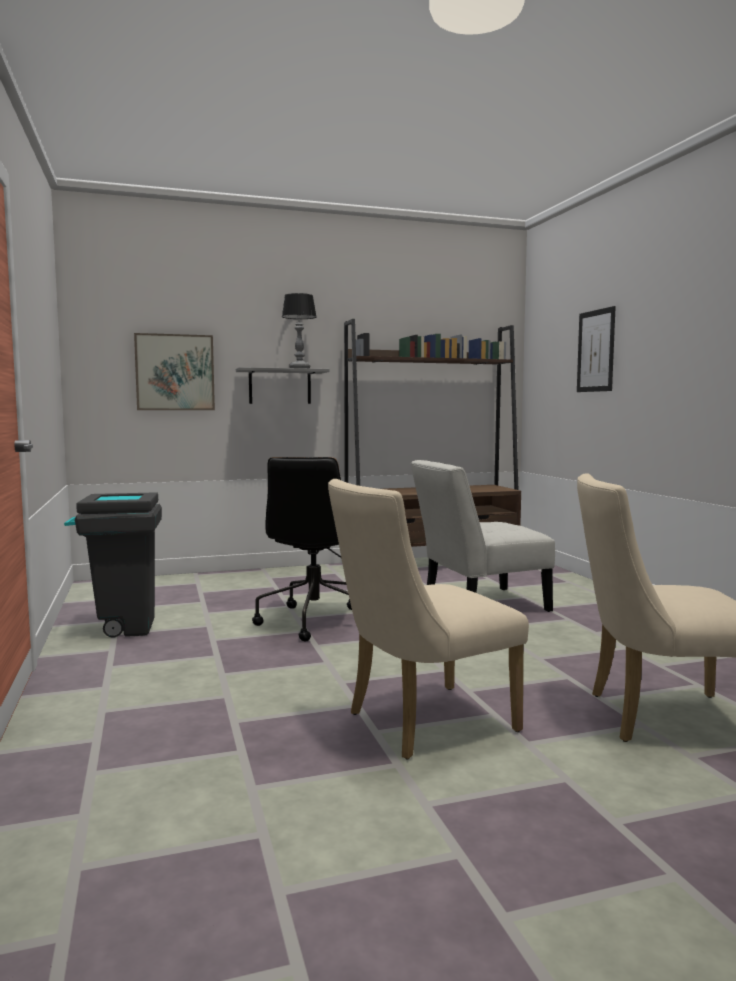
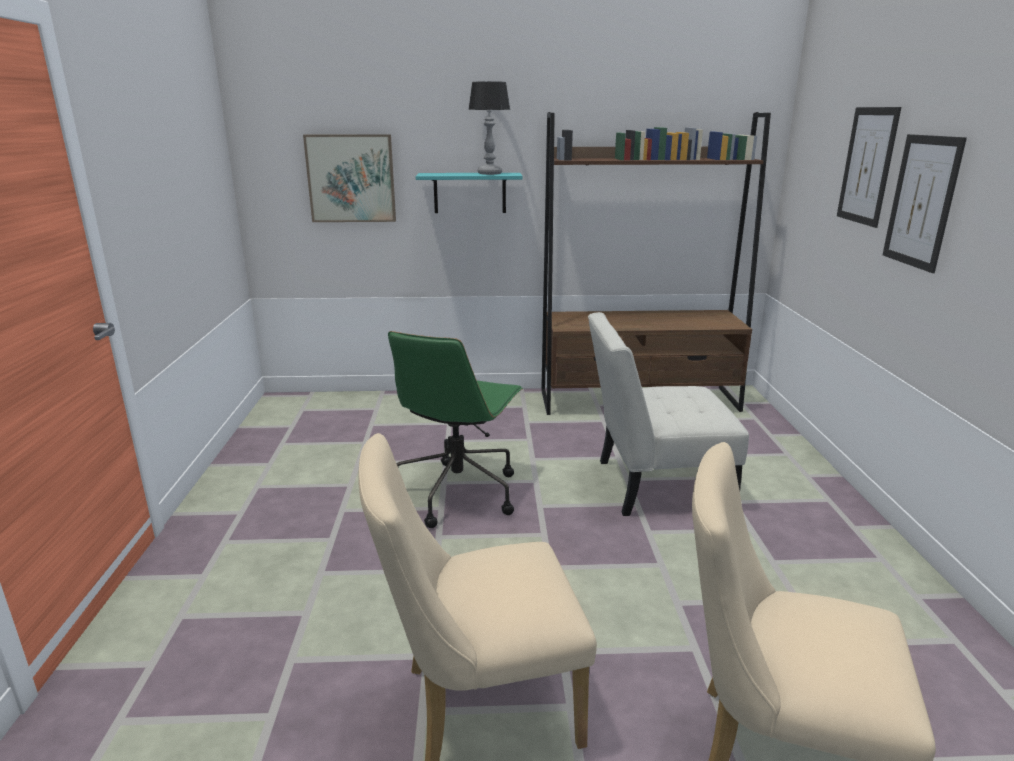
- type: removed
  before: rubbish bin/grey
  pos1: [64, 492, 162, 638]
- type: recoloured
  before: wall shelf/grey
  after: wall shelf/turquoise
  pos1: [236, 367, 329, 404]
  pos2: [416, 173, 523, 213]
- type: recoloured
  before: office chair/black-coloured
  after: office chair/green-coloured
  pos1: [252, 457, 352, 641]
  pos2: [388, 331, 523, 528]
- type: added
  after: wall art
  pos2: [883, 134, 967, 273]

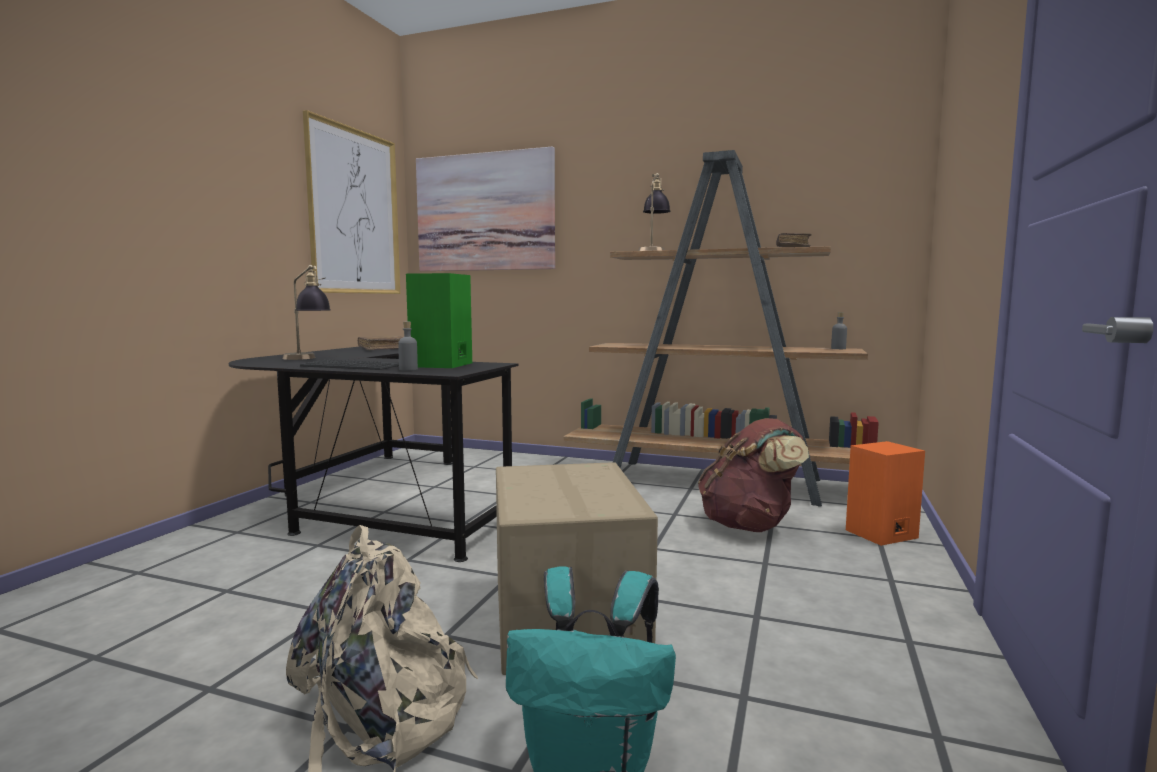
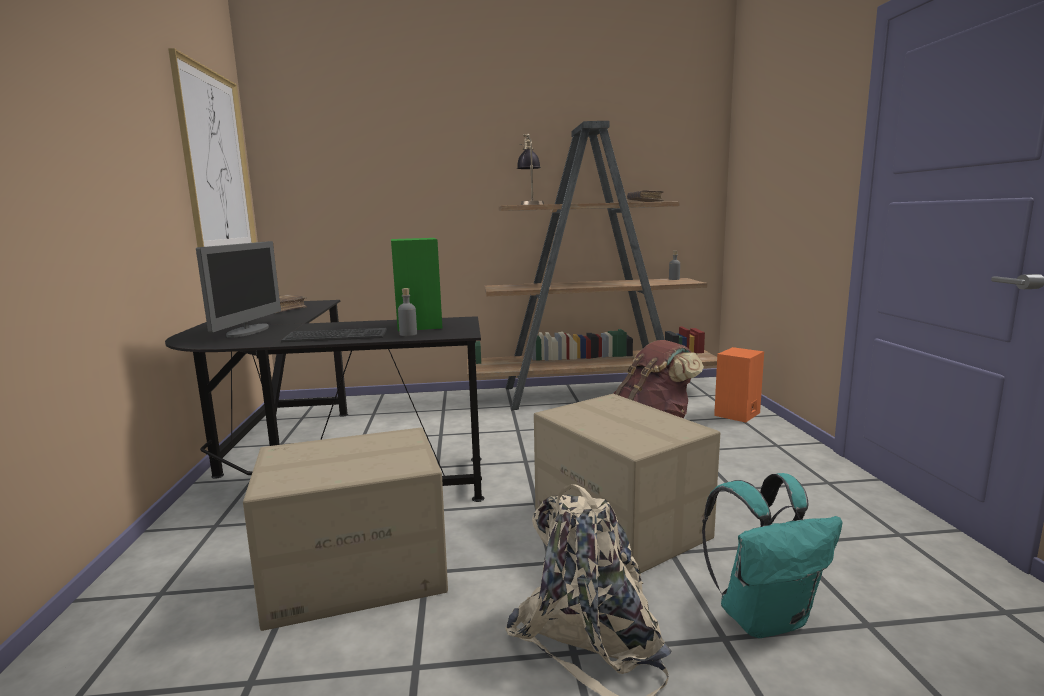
- type: replaced
  before: tabletop lamp
  after: computer screen
  pos1: [282, 265, 331, 360]
  pos2: [196, 241, 281, 338]
- type: removed
  before: wall art
  pos1: [416, 147, 555, 271]
- type: added
  after: carton
  pos2: [243, 428, 448, 631]

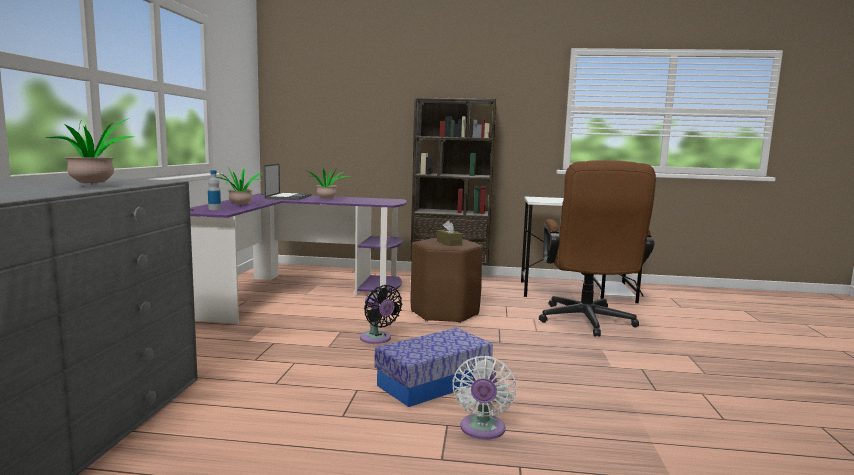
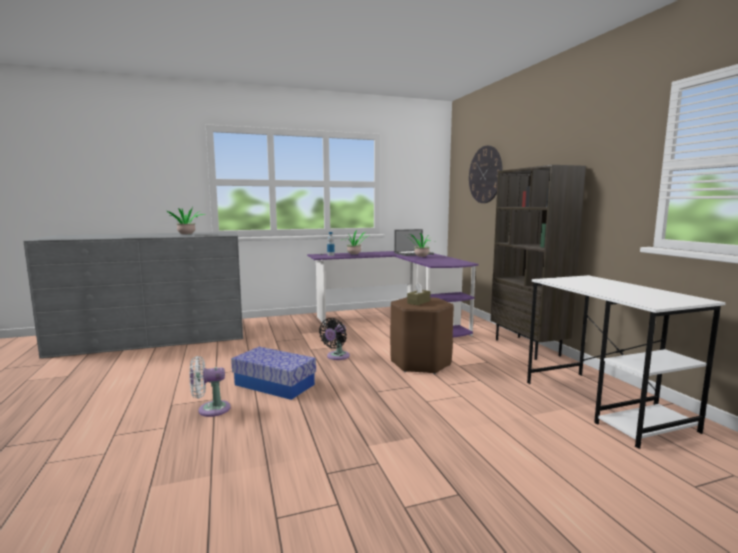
- type: removed
  before: office chair/brownish
  pos1: [539, 160, 656, 337]
- type: added
  after: clock on the wall
  pos2: [469, 146, 503, 203]

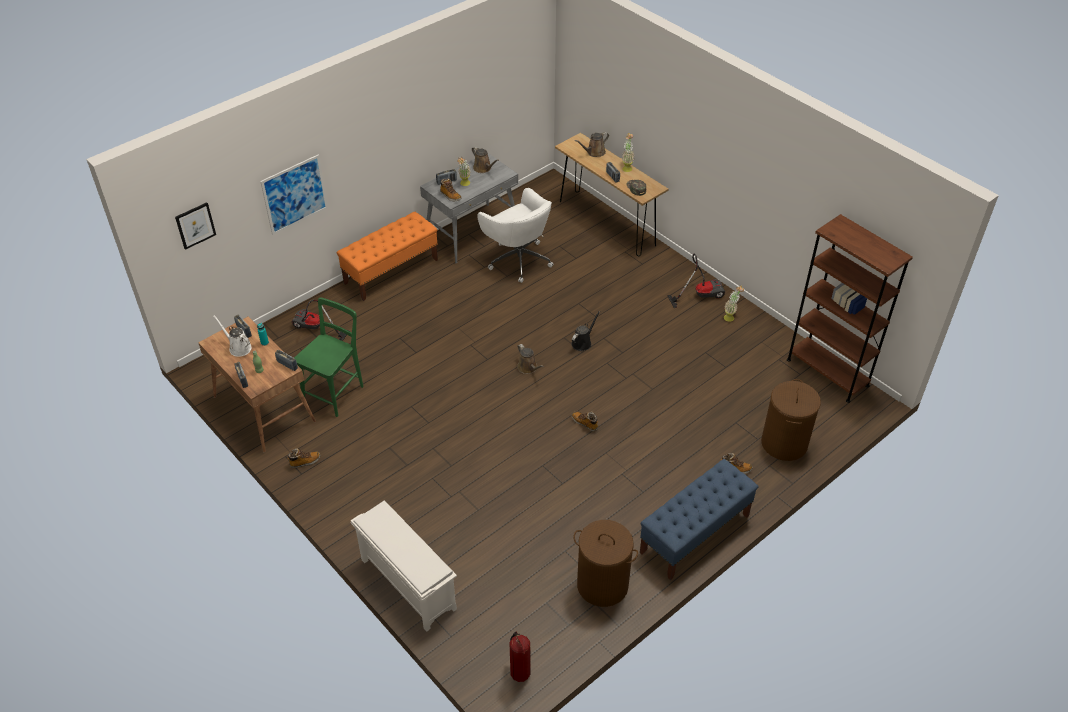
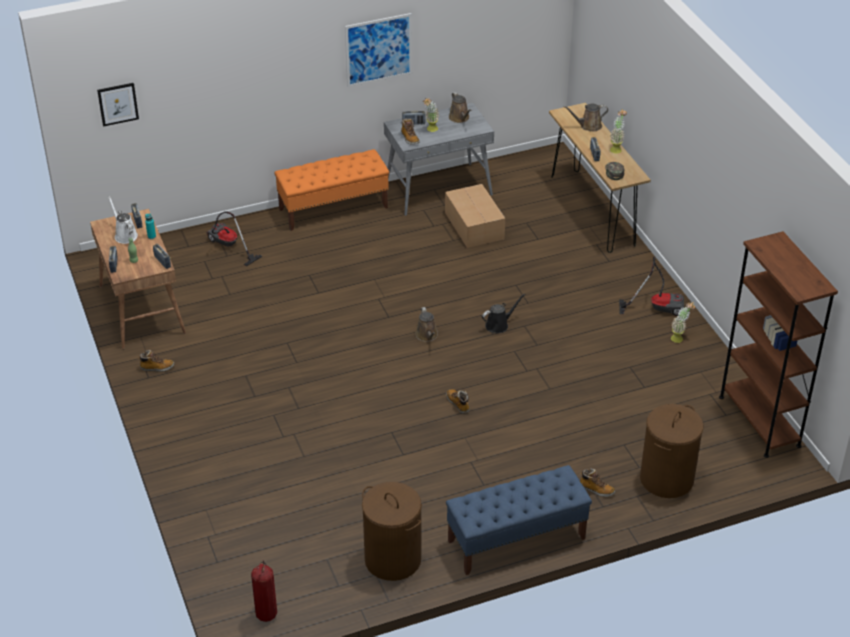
- type: moved
  before: wall art
  pos1: [260, 154, 328, 235]
  pos2: [345, 13, 412, 87]
- type: removed
  before: upright chair/green-coloured
  pos1: [294, 298, 363, 417]
- type: removed
  before: shoe shelf/white
  pos1: [351, 500, 457, 632]
- type: replaced
  before: office chair/white
  after: carton
  pos1: [477, 188, 554, 283]
  pos2: [445, 184, 505, 248]

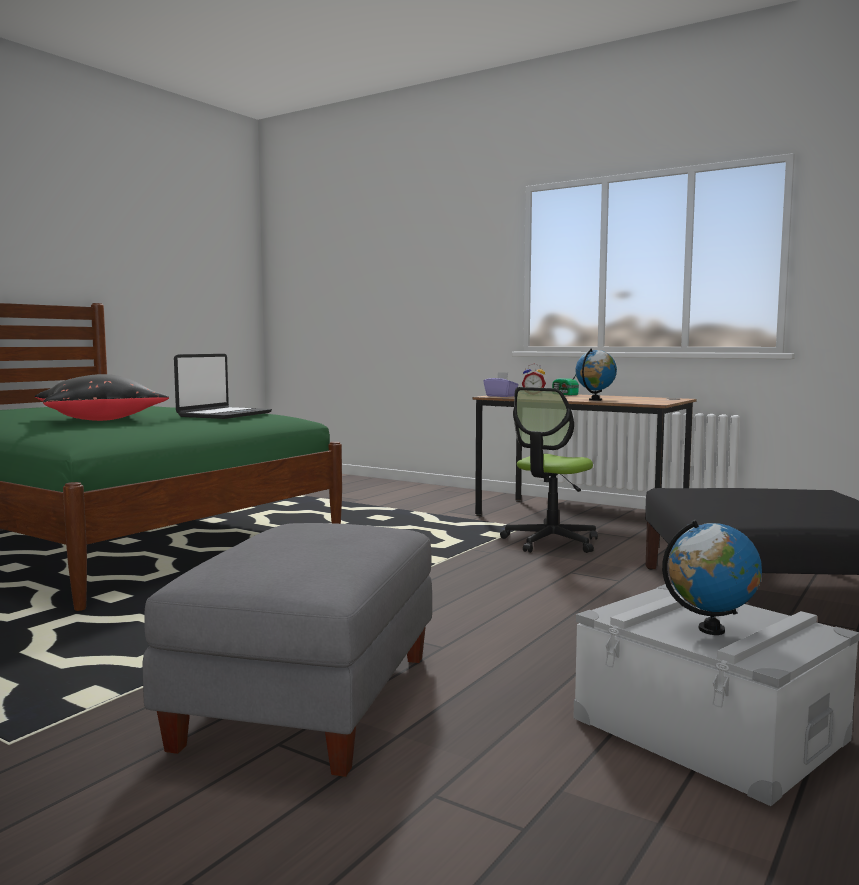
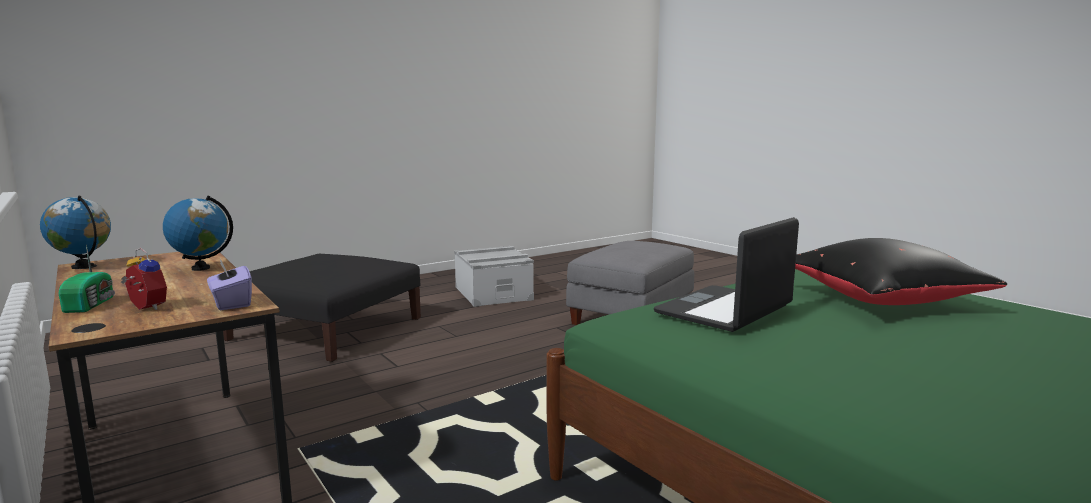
- type: removed
  before: office chair
  pos1: [500, 387, 598, 553]
- type: moved
  before: world globe
  pos1: [662, 520, 762, 635]
  pos2: [40, 196, 111, 269]

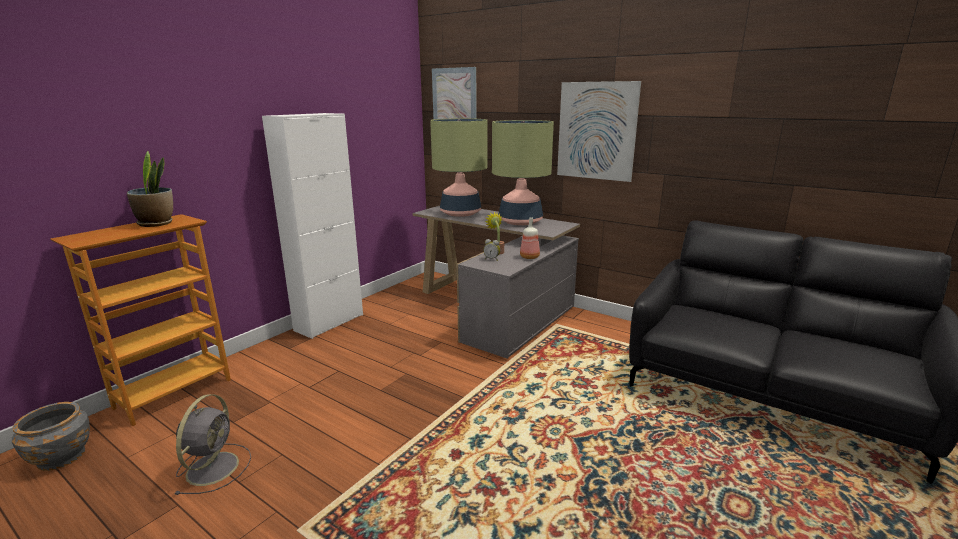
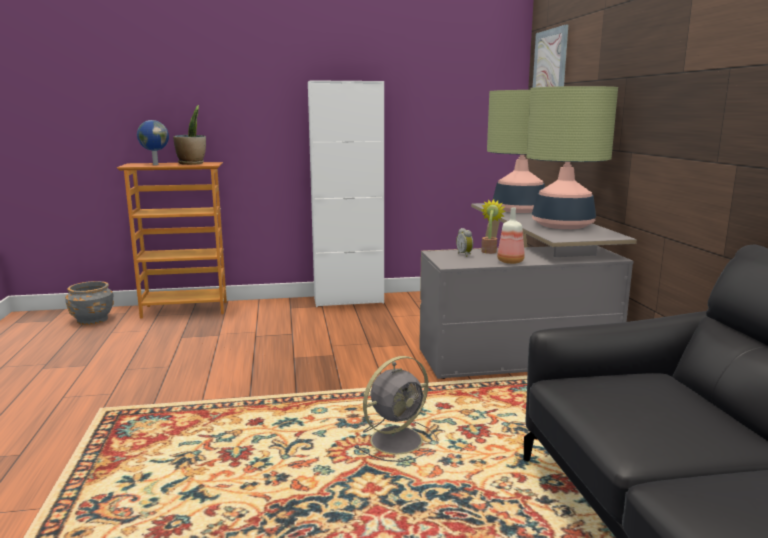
- type: moved
  before: fan/grey
  pos1: [174, 394, 251, 495]
  pos2: [355, 356, 437, 462]
- type: removed
  before: wall art
  pos1: [557, 81, 641, 182]
- type: added
  after: world globe
  pos2: [137, 120, 169, 165]

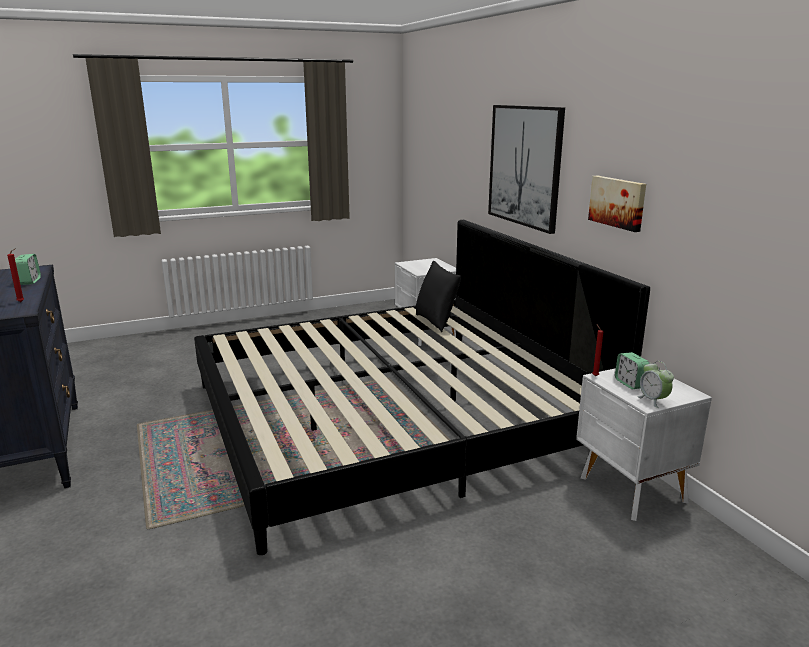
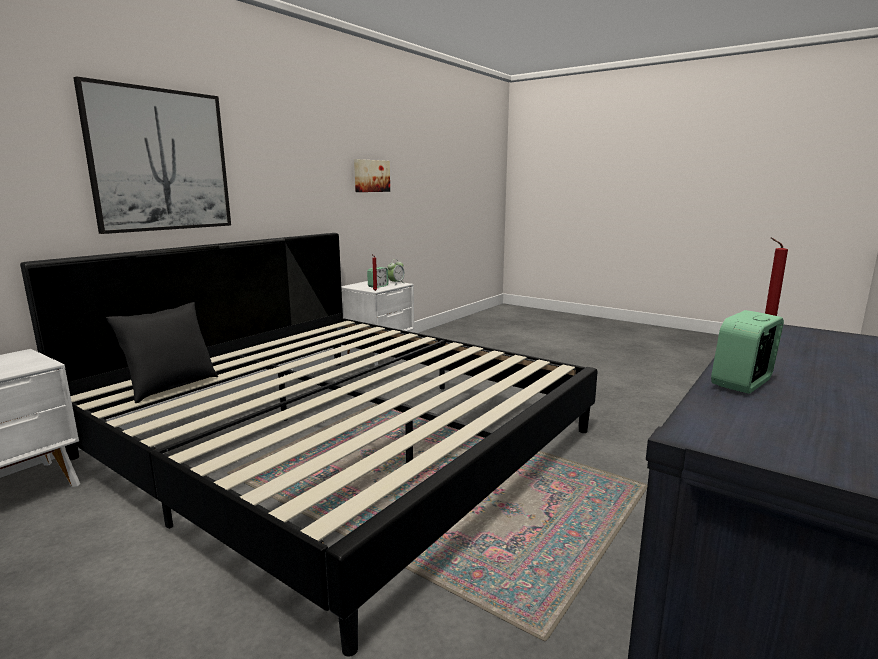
- type: moved
  before: wall art
  pos1: [588, 176, 646, 232]
  pos2: [354, 159, 390, 192]

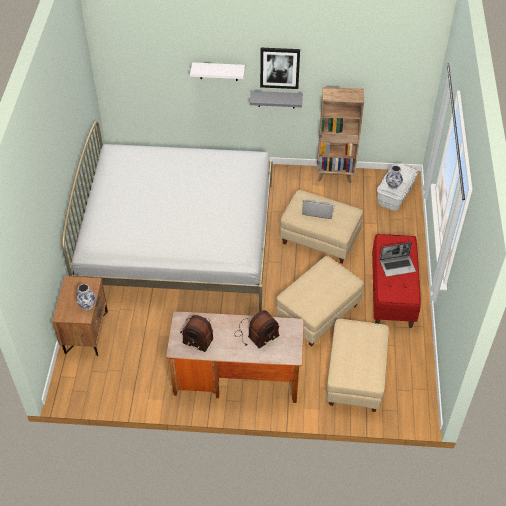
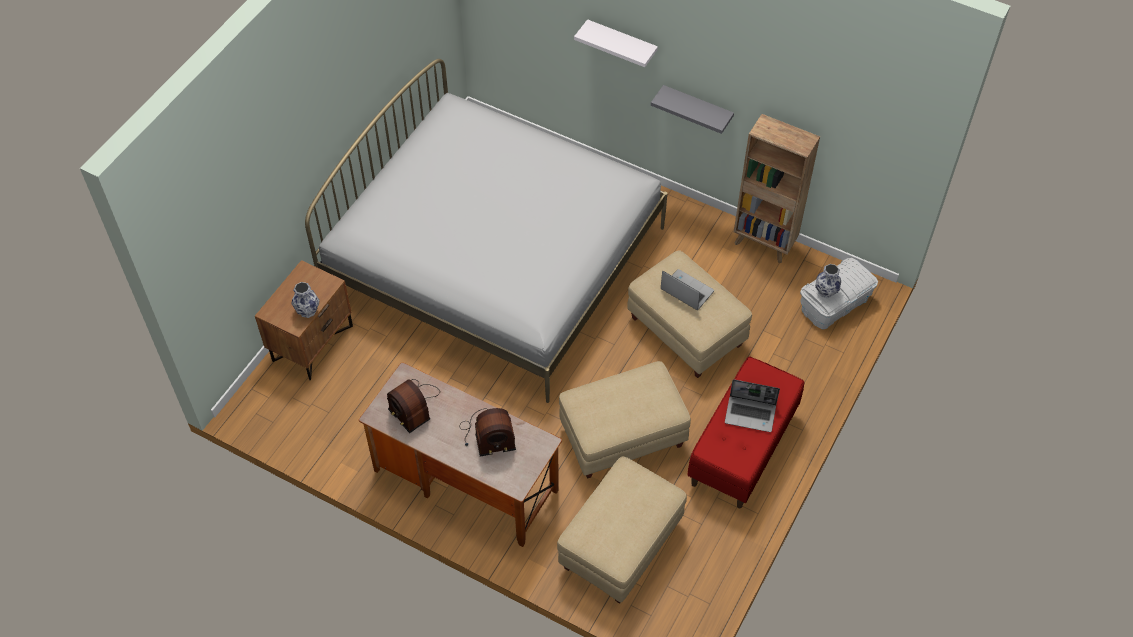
- type: removed
  before: wall art
  pos1: [260, 48, 300, 89]

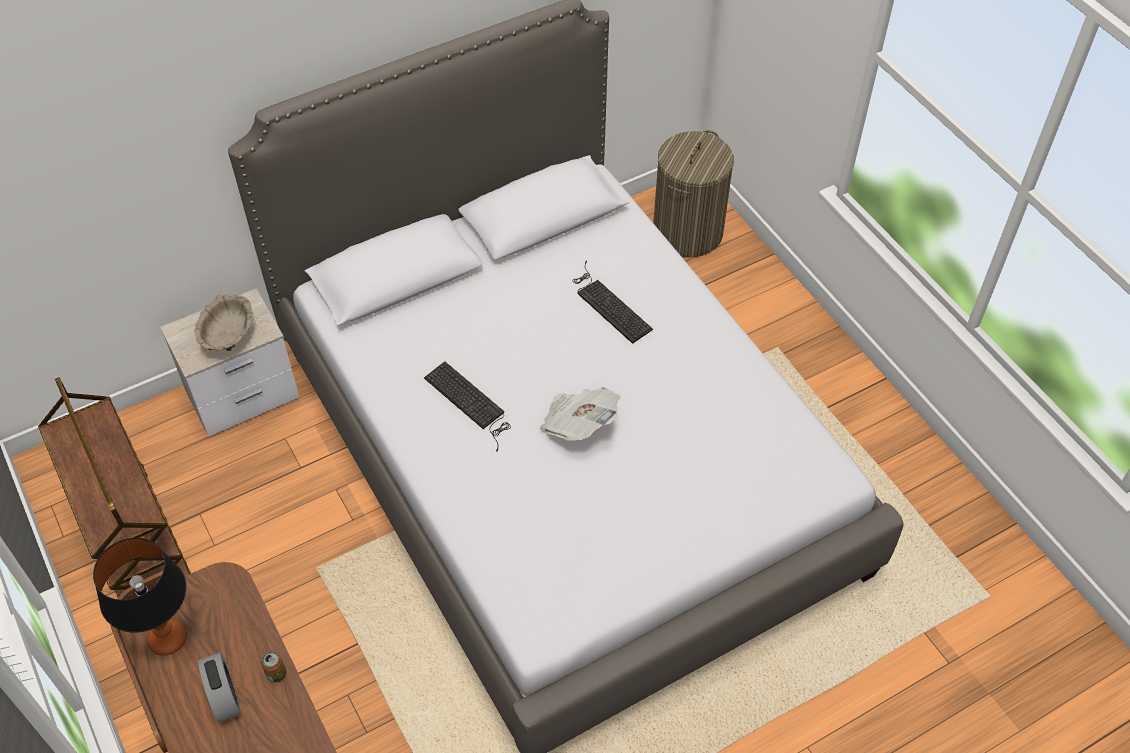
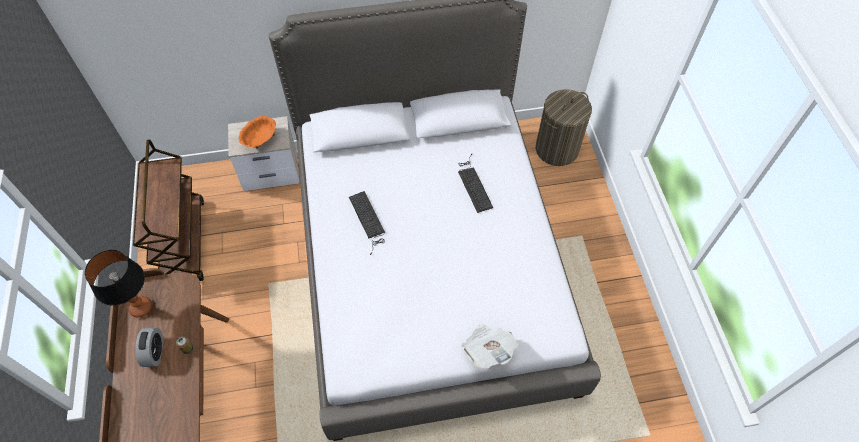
- type: recoloured
  before: serving bowl/beige-coloured
  after: serving bowl/orange
  pos1: [194, 295, 253, 351]
  pos2: [238, 115, 276, 149]
- type: moved
  before: newspaper
  pos1: [540, 388, 621, 441]
  pos2: [461, 324, 518, 368]

